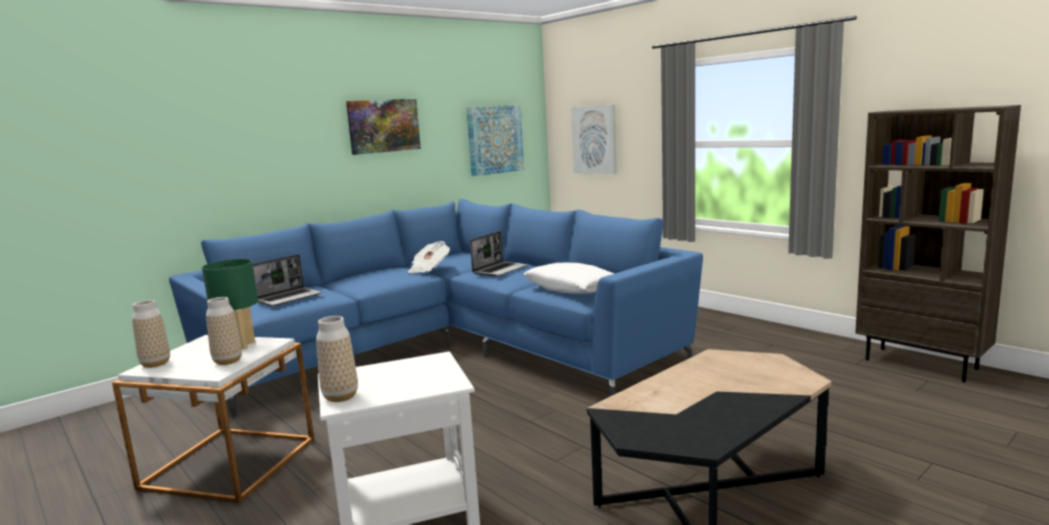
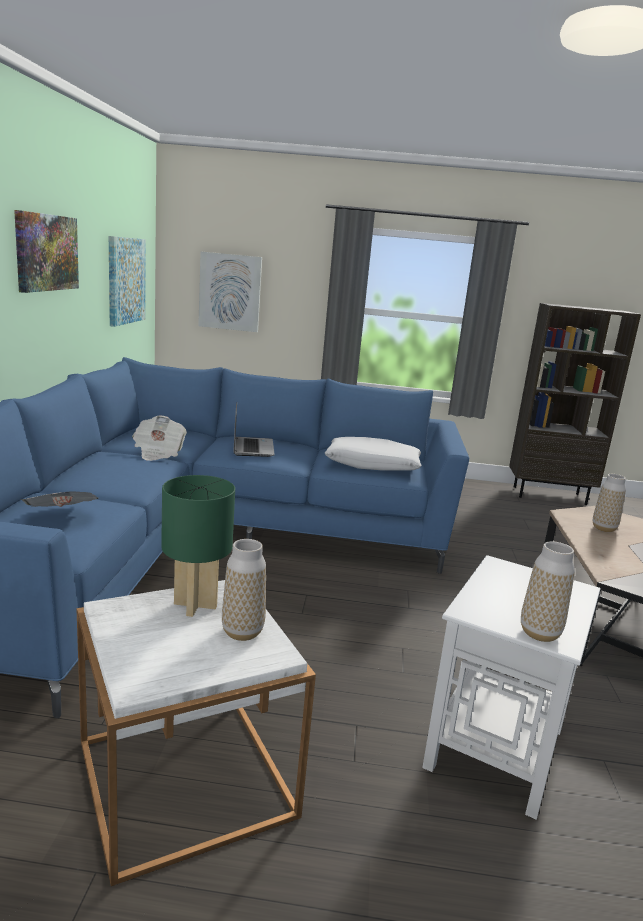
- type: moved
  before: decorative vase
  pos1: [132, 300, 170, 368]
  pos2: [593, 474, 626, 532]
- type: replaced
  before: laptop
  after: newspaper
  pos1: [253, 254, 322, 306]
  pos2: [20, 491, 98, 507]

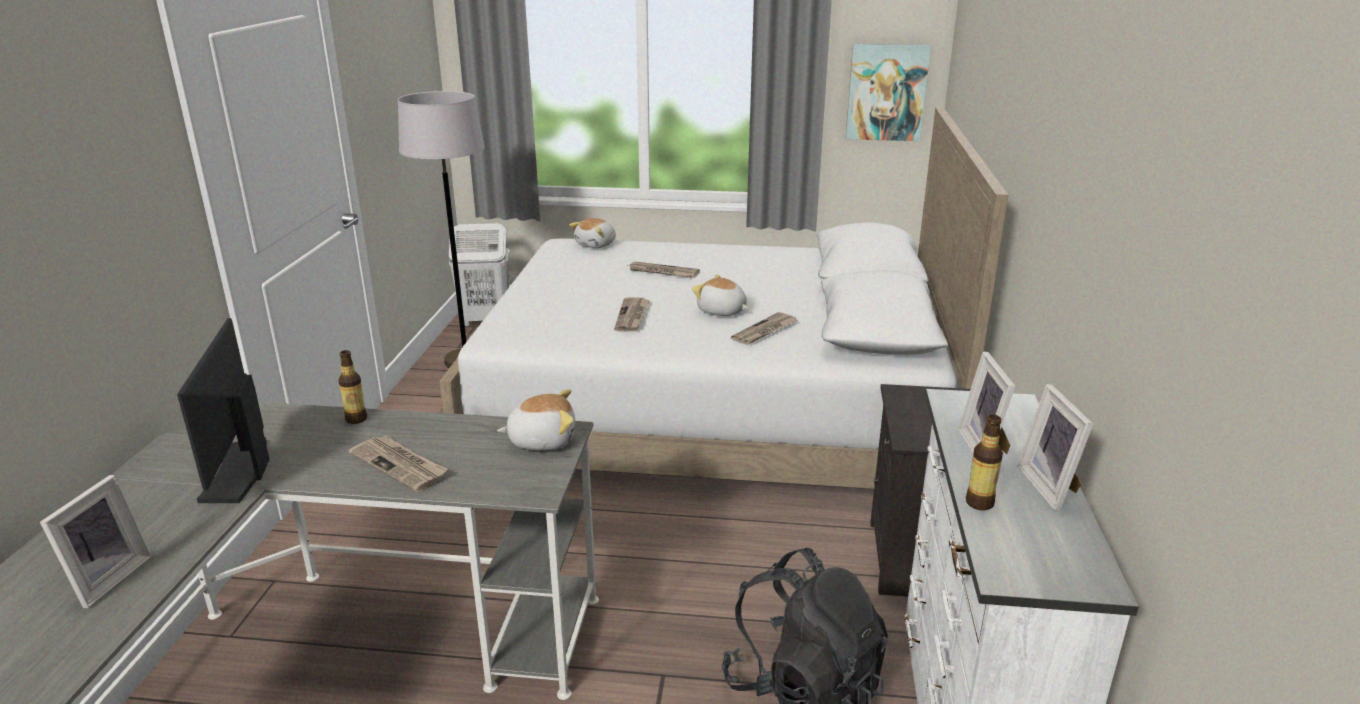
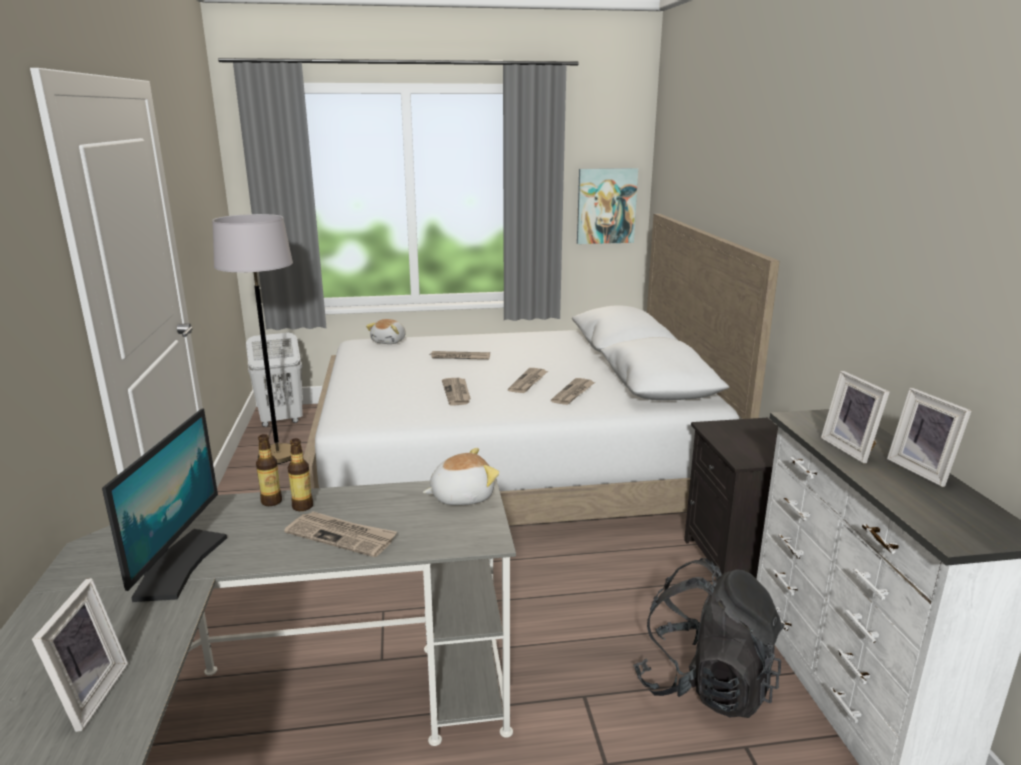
- type: turned
  before: computer screen
  pos1: [177, 318, 269, 503]
  pos2: [102, 408, 227, 602]
  turn: -150
- type: replaced
  before: soft toy
  after: newspaper
  pos1: [692, 274, 749, 316]
  pos2: [508, 368, 548, 393]
- type: moved
  before: beverage bottle
  pos1: [966, 415, 1003, 510]
  pos2: [288, 438, 313, 511]

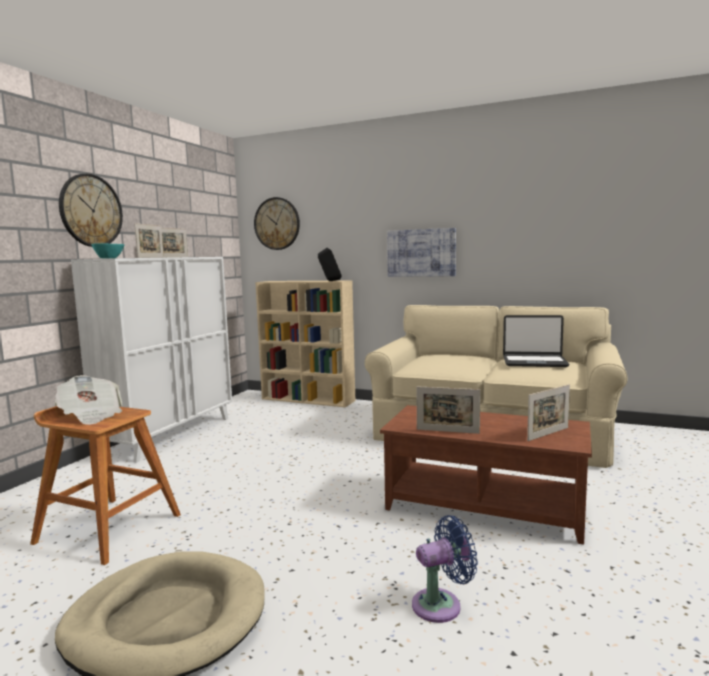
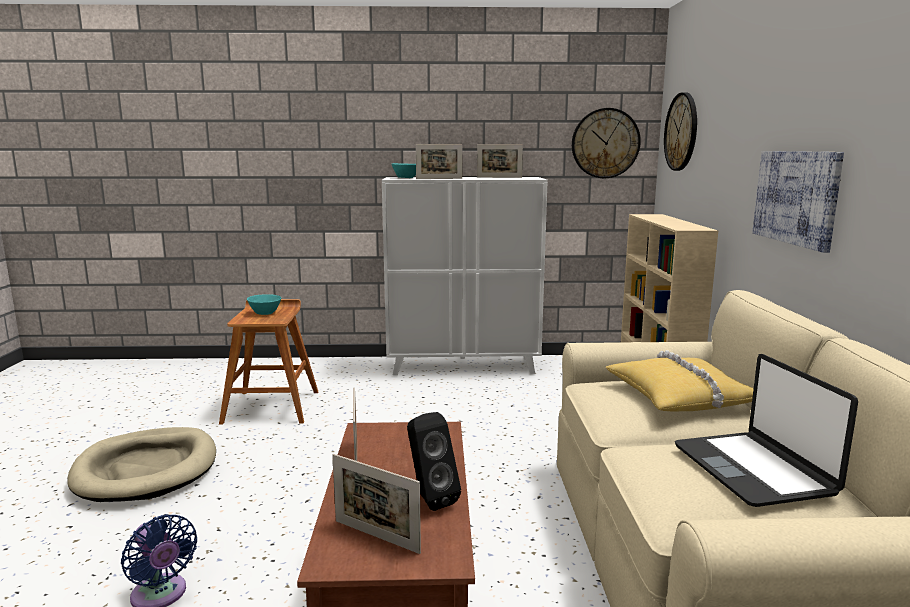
- type: replaced
  before: newspaper
  after: serving bowl/turquoise
  pos1: [54, 375, 122, 425]
  pos2: [247, 294, 281, 315]
- type: moved
  before: clock on the wall
  pos1: [59, 174, 123, 247]
  pos2: [572, 108, 641, 178]
- type: moved
  before: speaker/black-coloured
  pos1: [318, 248, 342, 281]
  pos2: [407, 412, 461, 511]
- type: added
  after: throw pillow/yellow
  pos2: [606, 350, 754, 411]

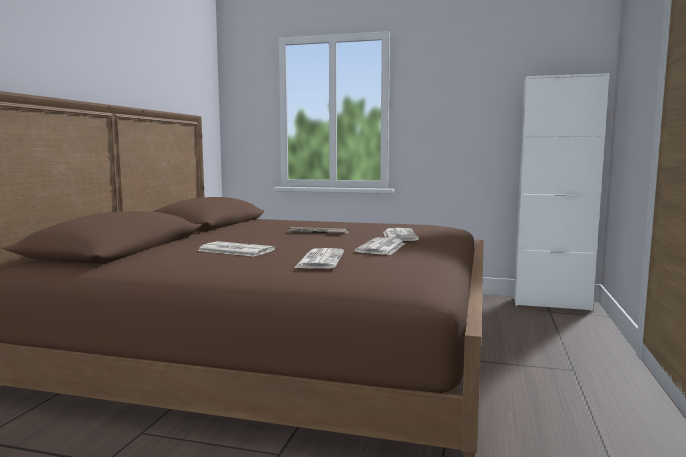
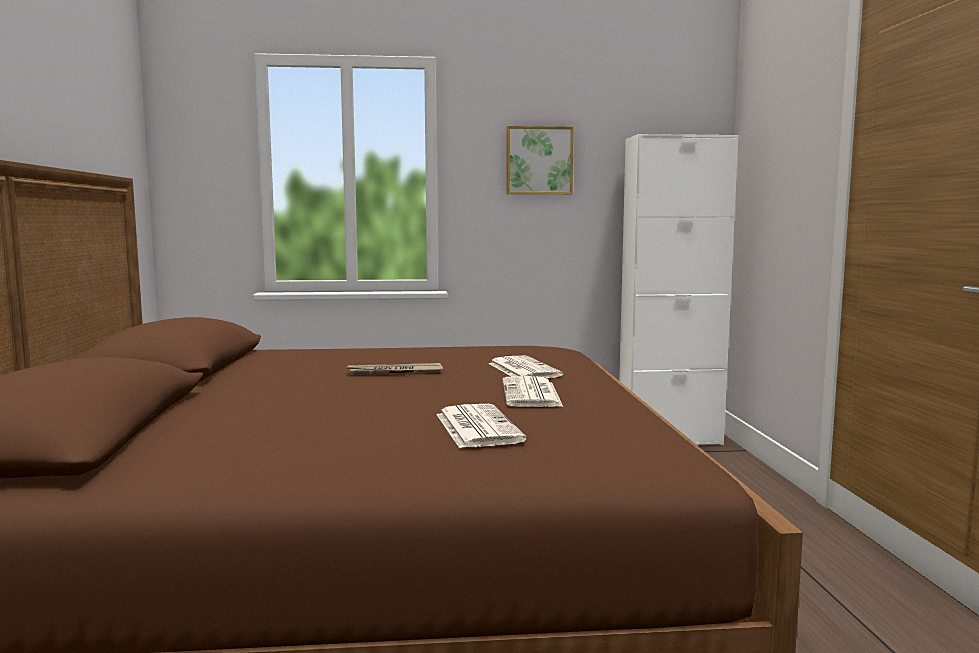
- type: removed
  before: newspaper
  pos1: [198, 241, 275, 257]
- type: added
  after: wall art
  pos2: [506, 126, 574, 194]

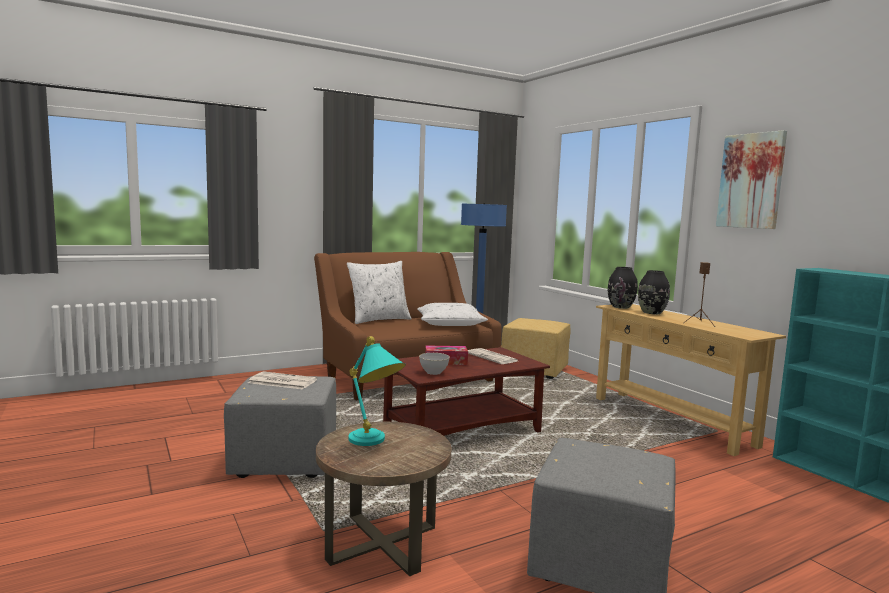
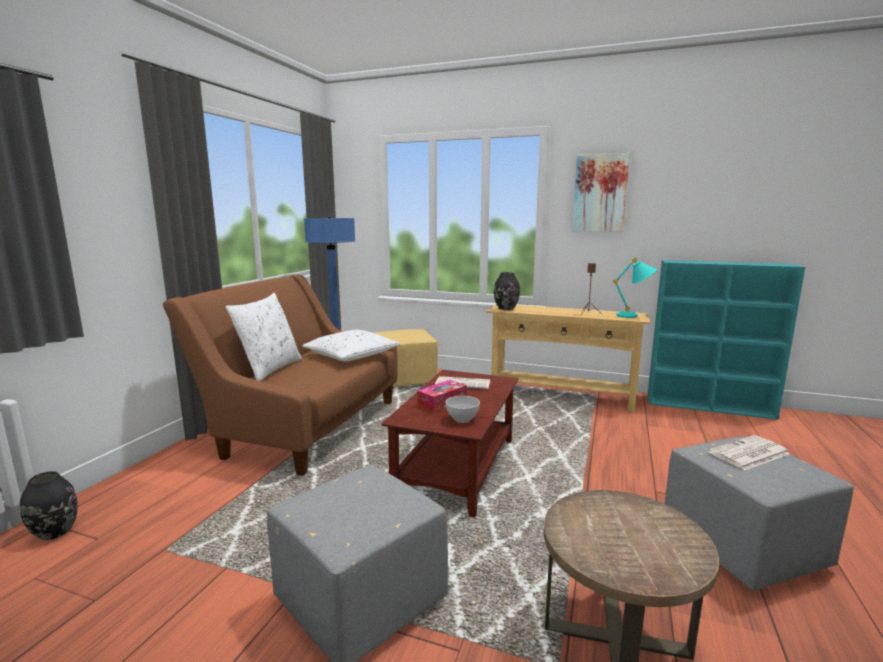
- type: moved
  before: newspaper
  pos1: [248, 371, 317, 389]
  pos2: [708, 435, 790, 470]
- type: moved
  before: tabletop lamp/turquoise
  pos1: [348, 336, 406, 446]
  pos2: [613, 258, 657, 318]
- type: moved
  before: decorative vase/black-coloured
  pos1: [638, 270, 670, 314]
  pos2: [20, 471, 78, 540]

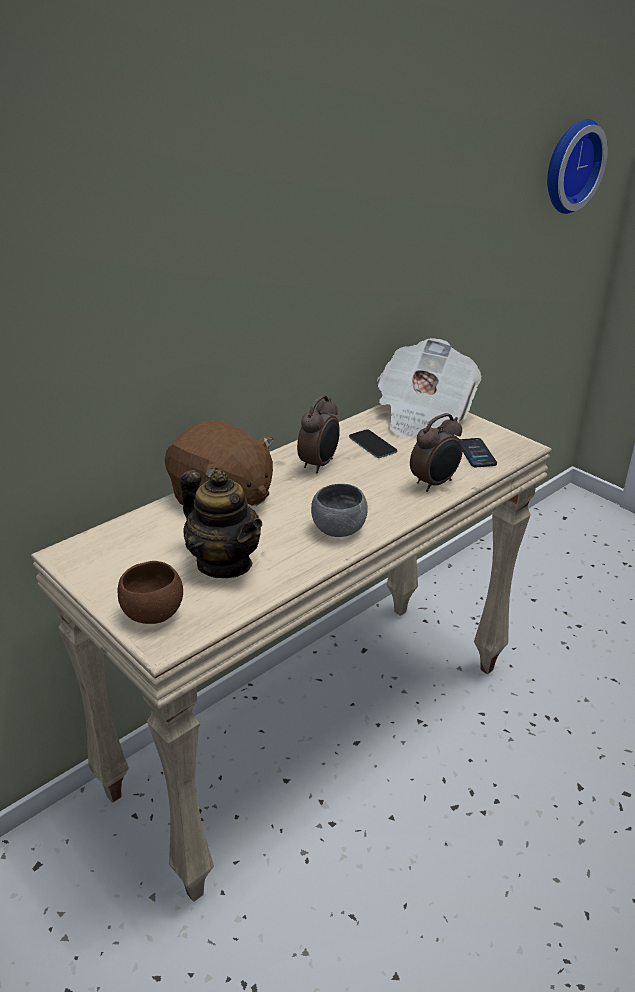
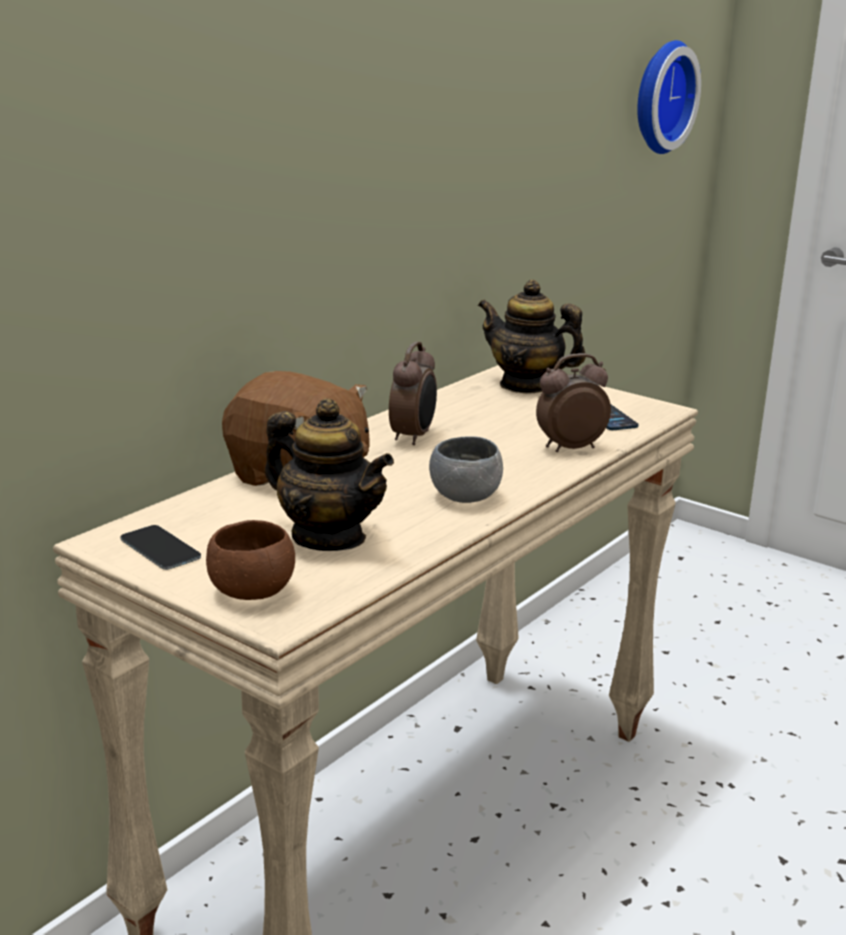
- type: moved
  before: handset
  pos1: [349, 430, 397, 458]
  pos2: [120, 525, 201, 570]
- type: replaced
  before: newspaper
  after: pot for tea
  pos1: [377, 338, 481, 437]
  pos2: [478, 280, 586, 394]
- type: turned
  before: alarm clock
  pos1: [410, 413, 463, 492]
  pos2: [536, 353, 611, 452]
  turn: -150

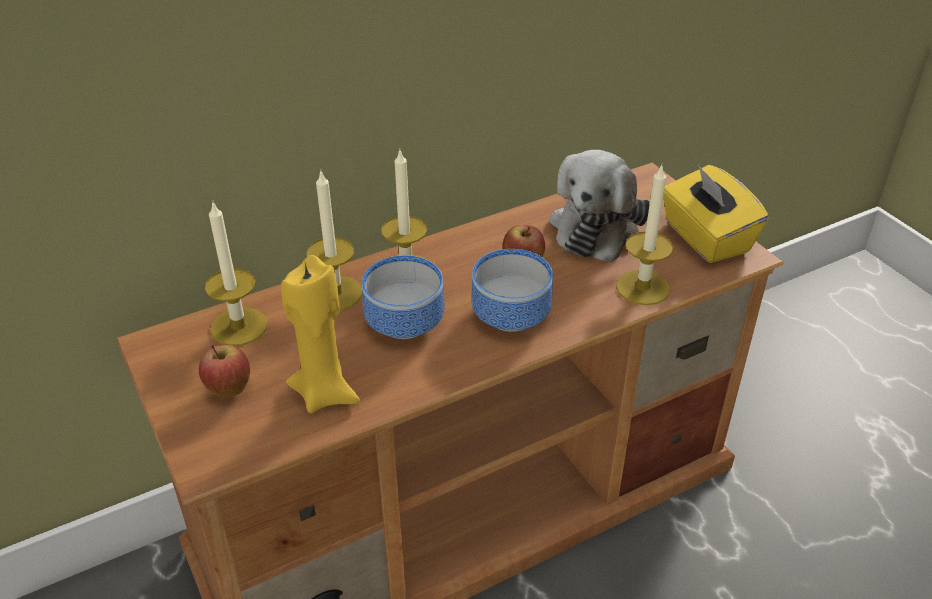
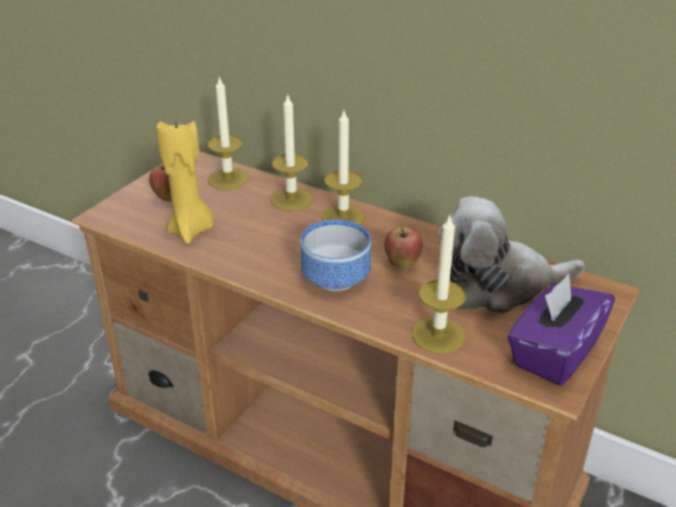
- type: removed
  before: serving bowl
  pos1: [362, 255, 445, 339]
- type: recoloured
  before: tissue box/yellow
  after: tissue box/purple-coloured
  pos1: [663, 165, 769, 263]
  pos2: [508, 274, 615, 386]

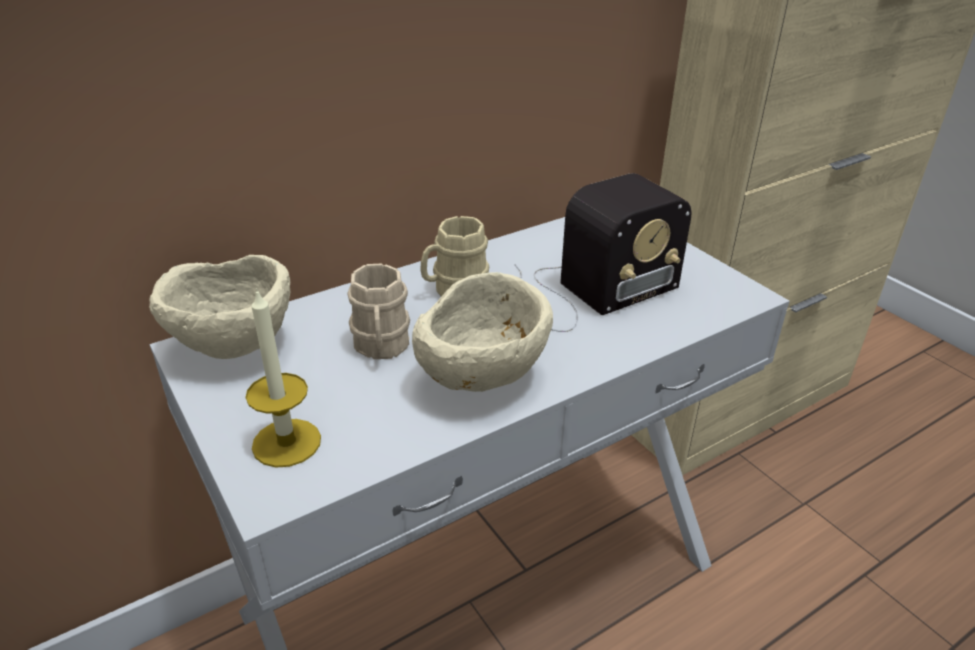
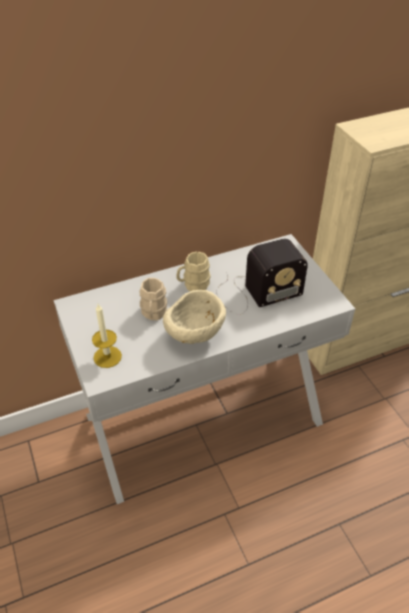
- type: removed
  before: serving bowl/beige-coloured
  pos1: [149, 255, 290, 359]

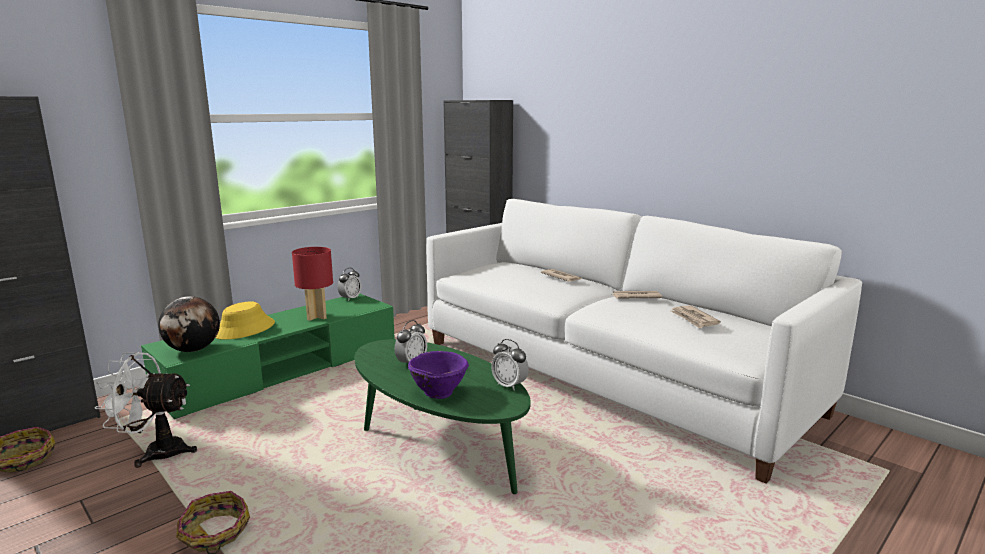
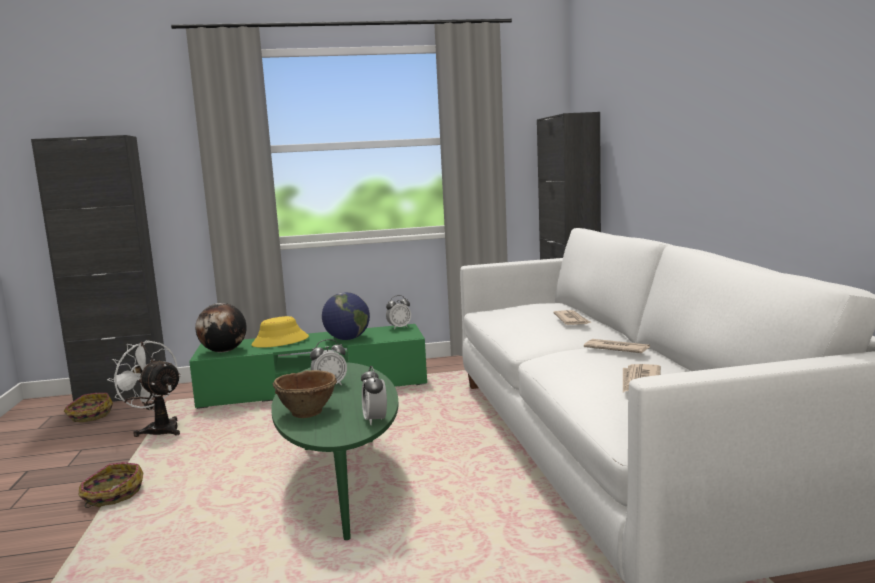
- type: replaced
  before: tabletop lamp/red
  after: world globe
  pos1: [292, 247, 333, 321]
  pos2: [322, 292, 370, 340]
- type: recoloured
  before: serving bowl/purple-coloured
  after: serving bowl/brownish
  pos1: [408, 351, 469, 399]
  pos2: [273, 370, 337, 418]

